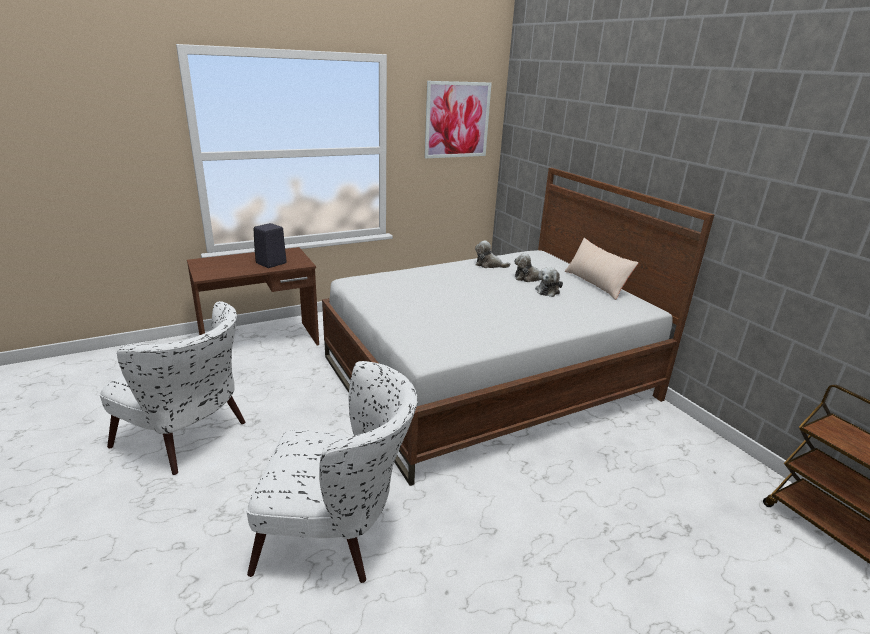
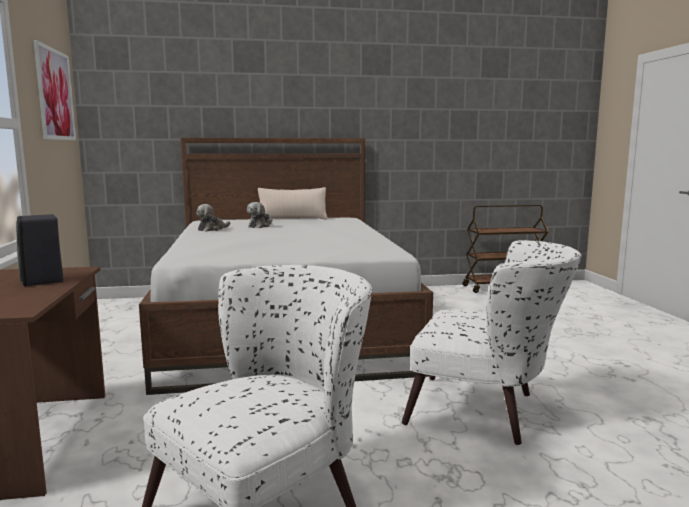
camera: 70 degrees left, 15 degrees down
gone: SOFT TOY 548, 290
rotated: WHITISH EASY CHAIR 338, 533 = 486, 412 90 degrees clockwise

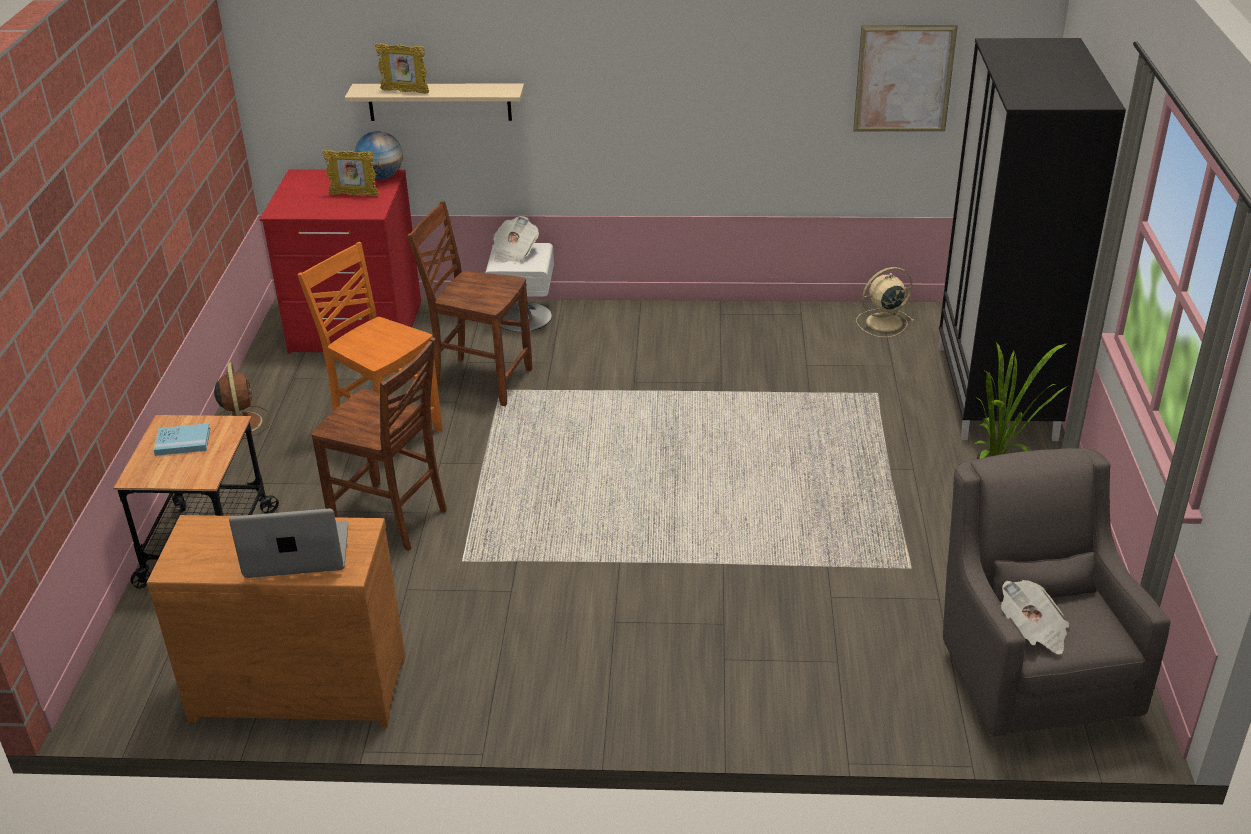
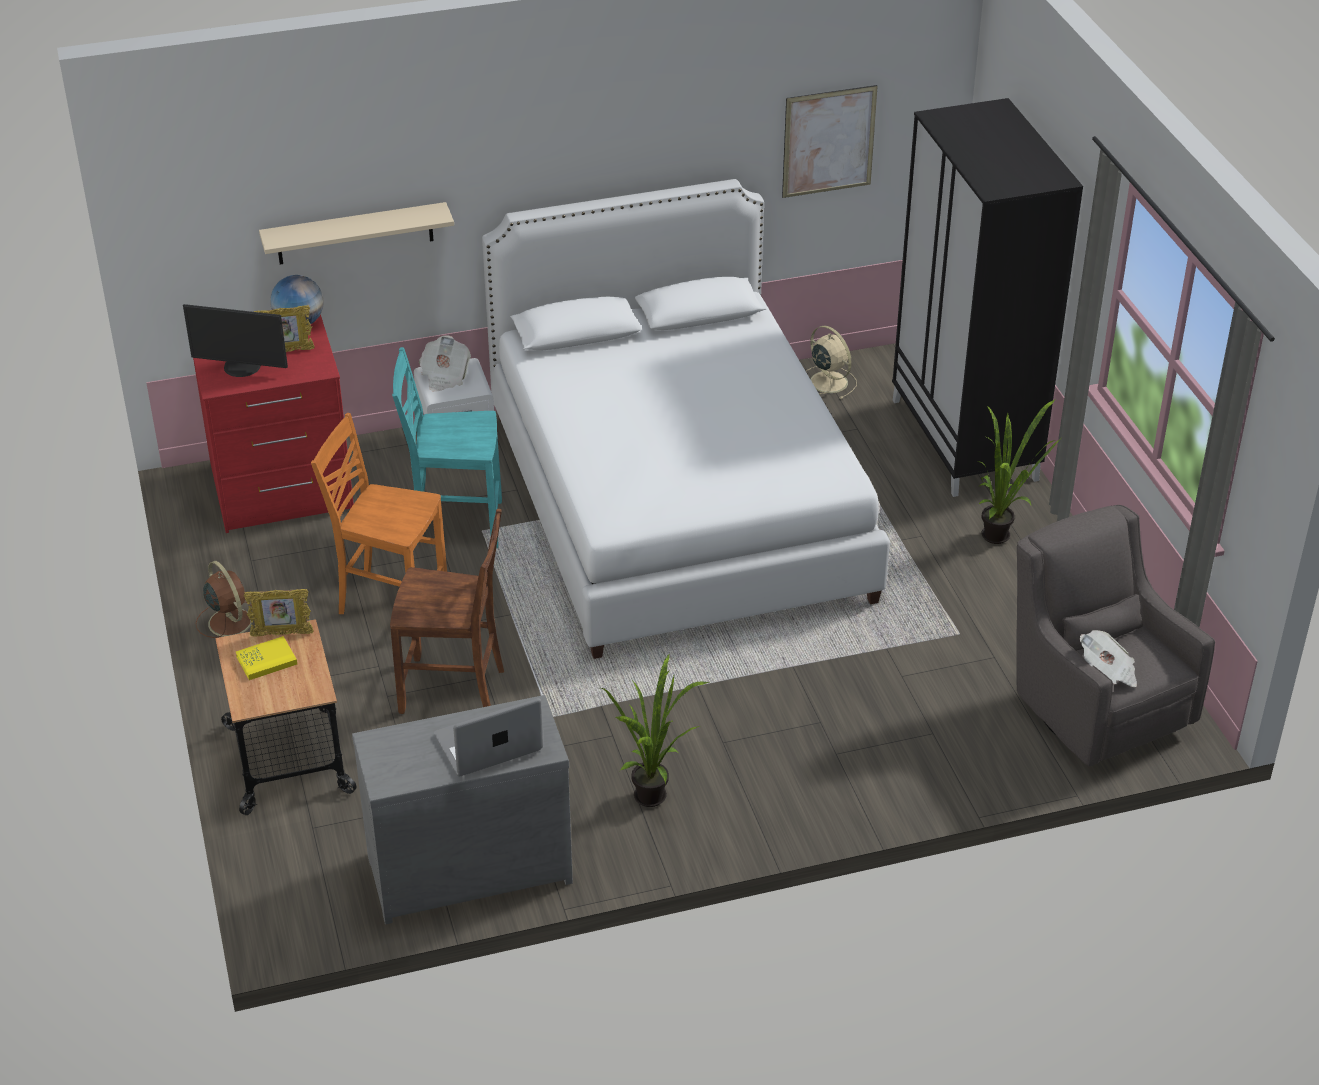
camera: 20 degrees left, 5 degrees up
new: COMPUTER DISPLAY 241, 367; WHITISH BEDROOM BED 677, 505; HOUSEPLANT 656, 801
shifted: PHOTO FRAME 405, 92 to 282, 634
repainted: BROWN DRESSER 299, 684 to GREY DRESSER 467, 866; BLUE BOOK 182, 442 to YELLOWISH BOOK 266, 660; BROWN UPRIGHT CHAIR 481, 380 to BLUE-GREEN UPRIGHT CHAIR 455, 523
rotated: BEIGE FAN 882, 322 = 827, 381 90 degrees clockwise

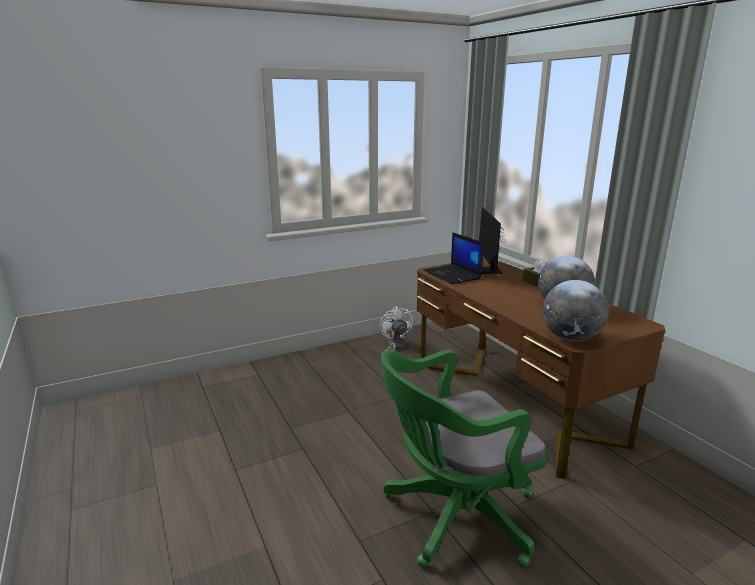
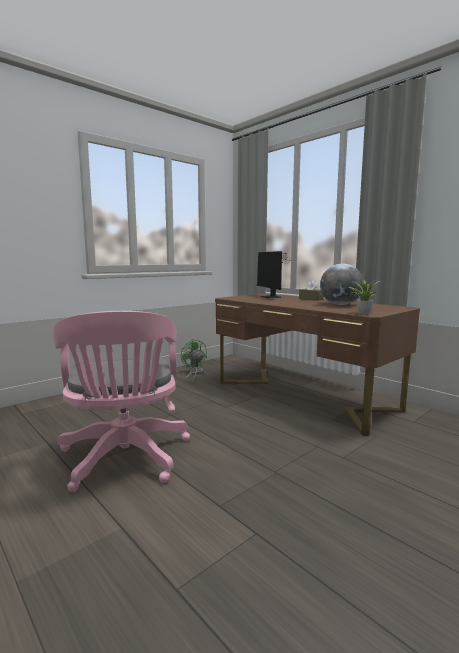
camera: 15 degrees left, 10 degrees down
gone: GREENISH COMPUTER CHAIR 453, 516; PORTABLE COMPUTER 453, 275
new: PINK-COLOURED COMPUTER CHAIR 125, 459
swapped: GLOBE 570, 338 to HOUSEPLANT 362, 313
repainted: WHITISH FAN 395, 347 to GREENISH FAN 194, 373

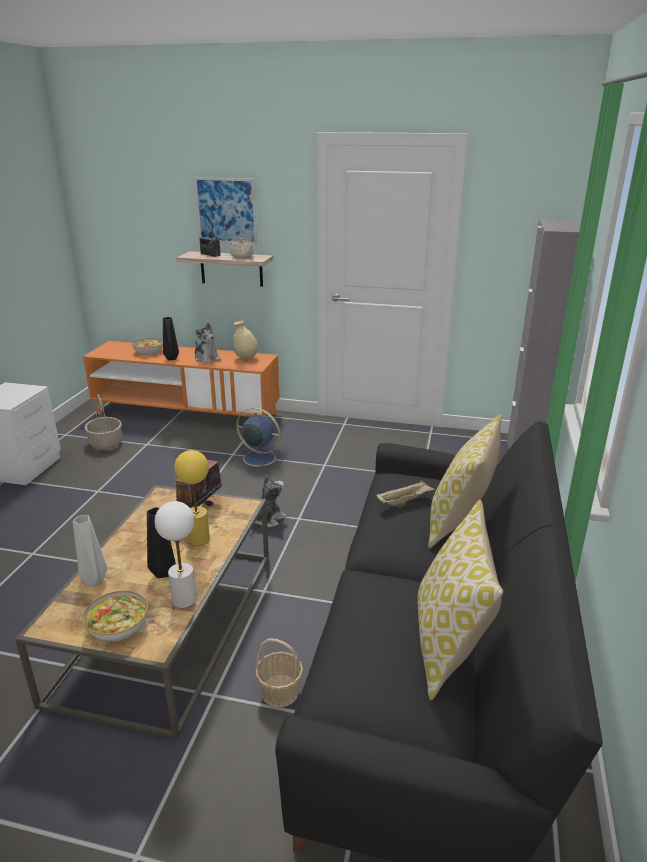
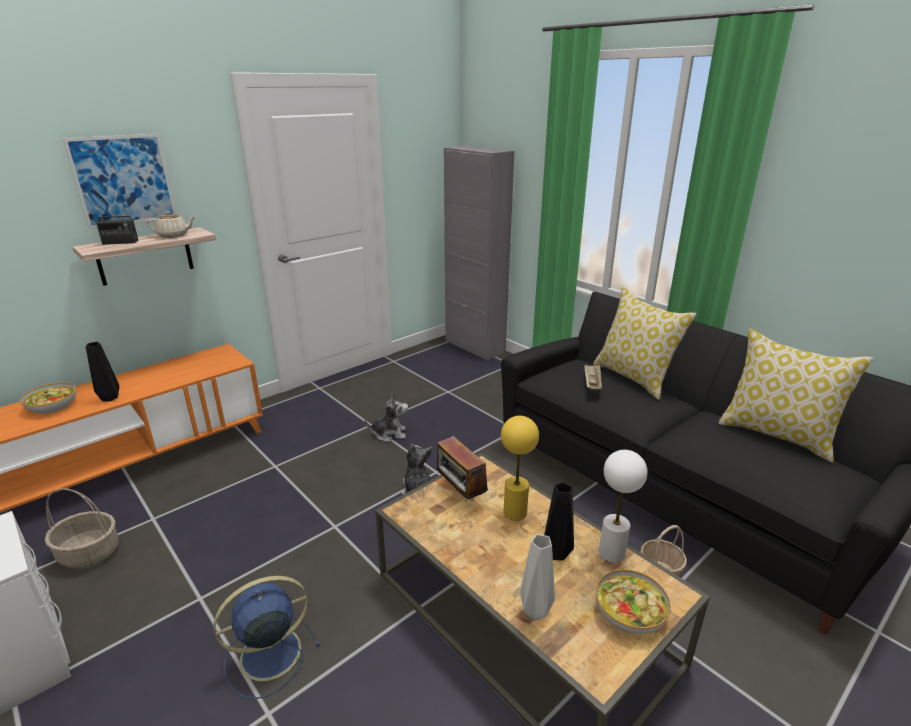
camera: 55 degrees left, 0 degrees up
gone: BEIGE FLOWER VASE 246, 358
shifted: SOFT TOY 207, 359 to 389, 434; BLUE FAN 258, 458 to 268, 655

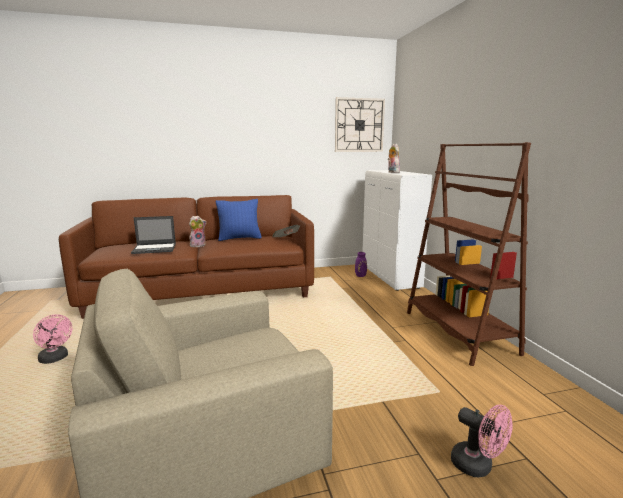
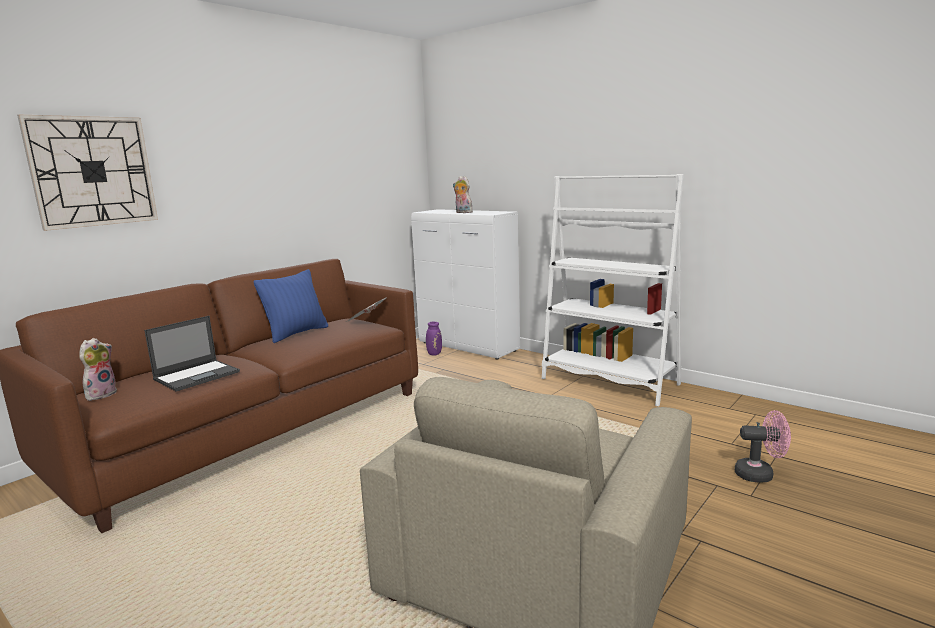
camera: 35 degrees left, 0 degrees up
gone: PINK-COLOURED FAN 55, 359
shifted: SOFT TOY 198, 245 to 101, 394; HANGING CLOCK 359, 125 to 92, 171
repainted: BROWN BOOKCASE 458, 332 to WHITISH BOOKCASE 609, 382

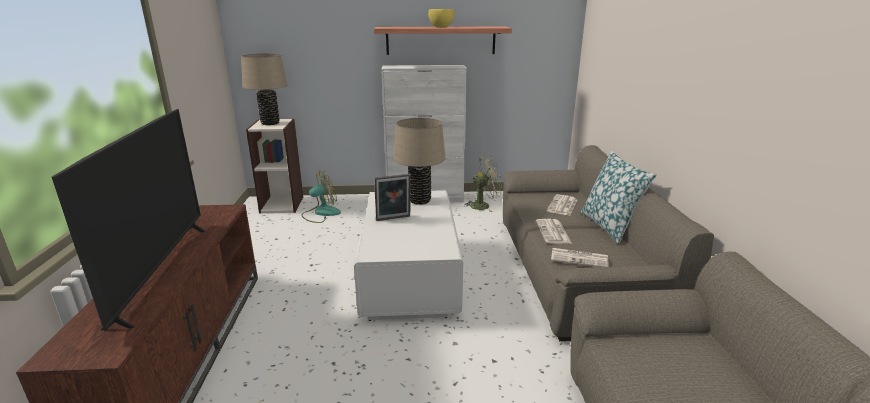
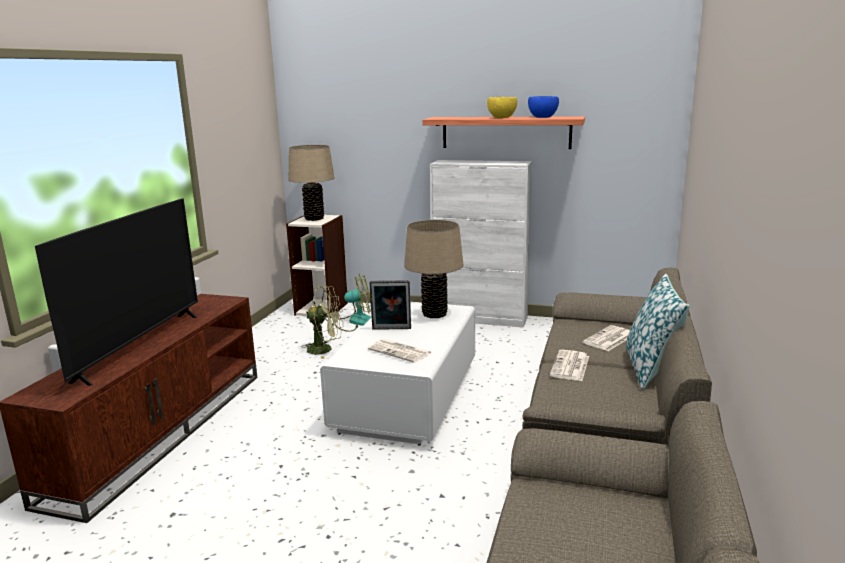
camera: 20 degrees right, 5 degrees down
new: BLUE DEEP DISH 543, 117
shifted: GREENISH FAN 483, 205 to 325, 349; NEWSPAPER 580, 258 to 400, 351

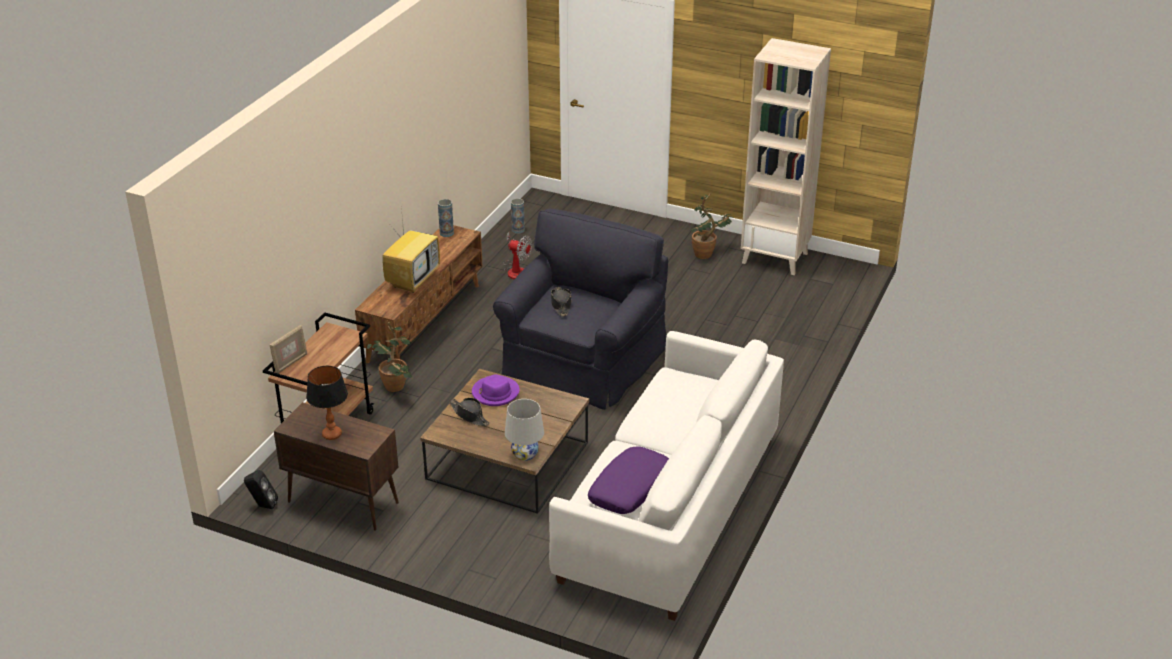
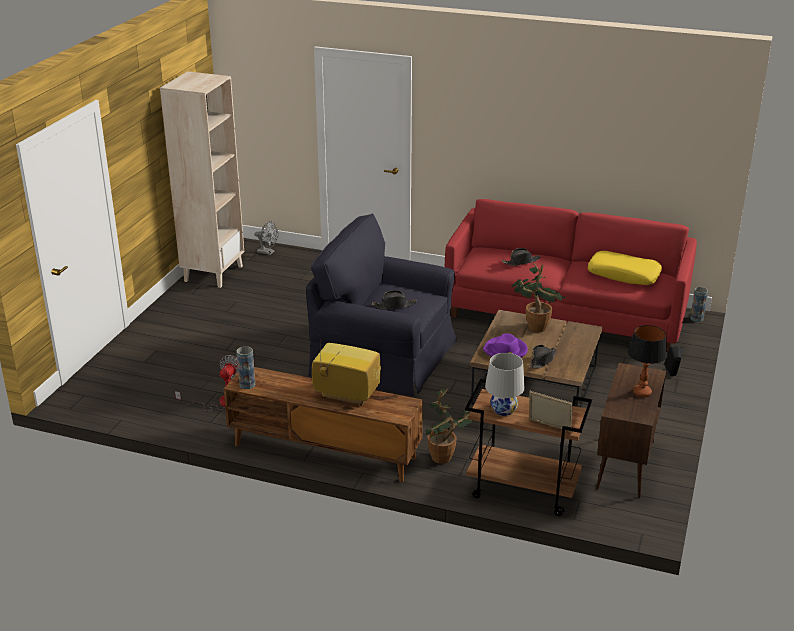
camera: 95 degrees left, 5 degrees down
new: GREY FAN 268, 252; BLACK CLOTHING HAT 521, 262
shifted: BLACK SPEAKER 262, 506 to 672, 375; WHITISH TABLE LAMP 524, 454 to 503, 410; FLOWER VASE 518, 230 to 696, 318; HOUSEPLANT 707, 253 to 535, 325
repainted: WHITISH SOFA 670, 508 to RED-COLOURED SOFA 565, 313; PURPLISH PILLOW 630, 489 to YELLOWISH PILLOW 624, 275

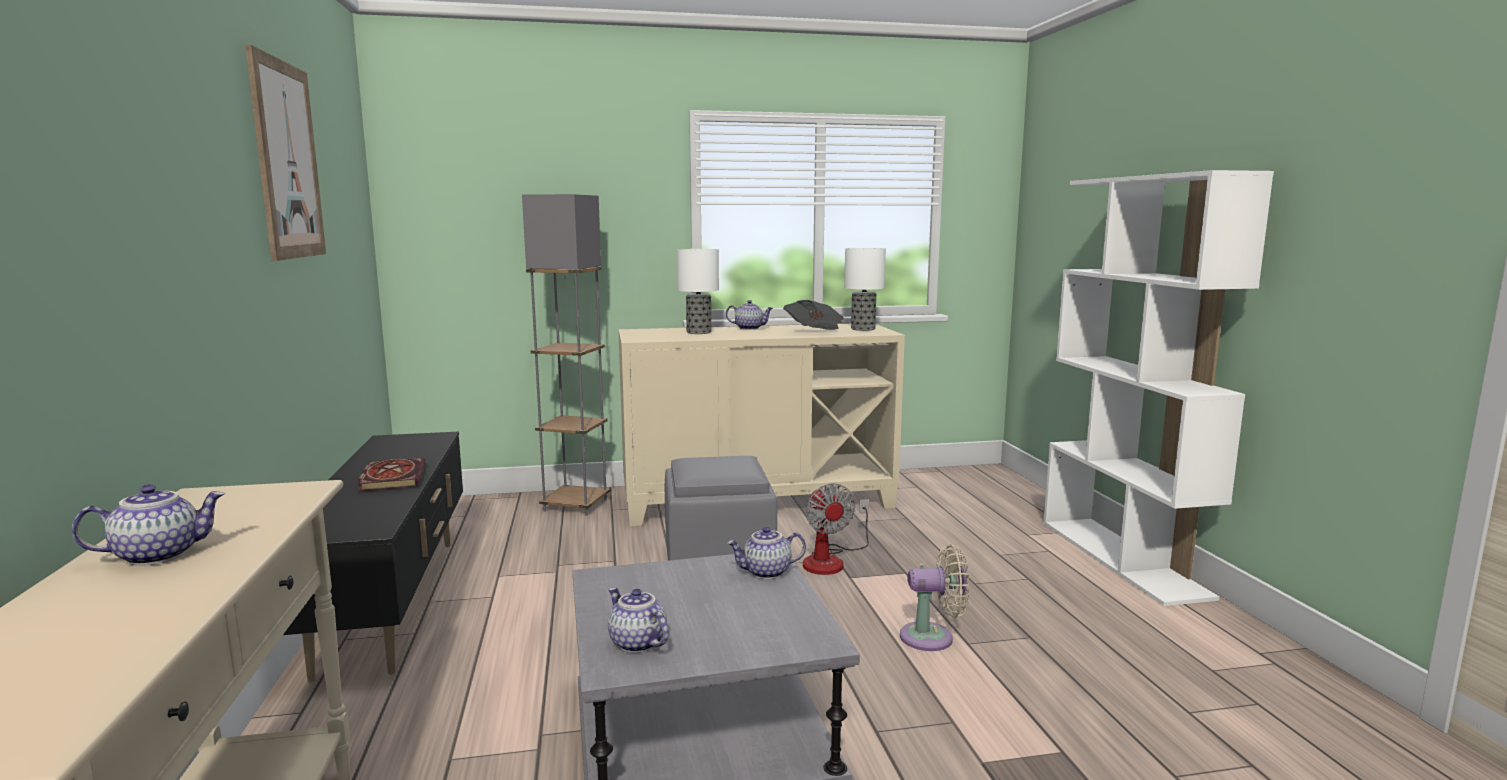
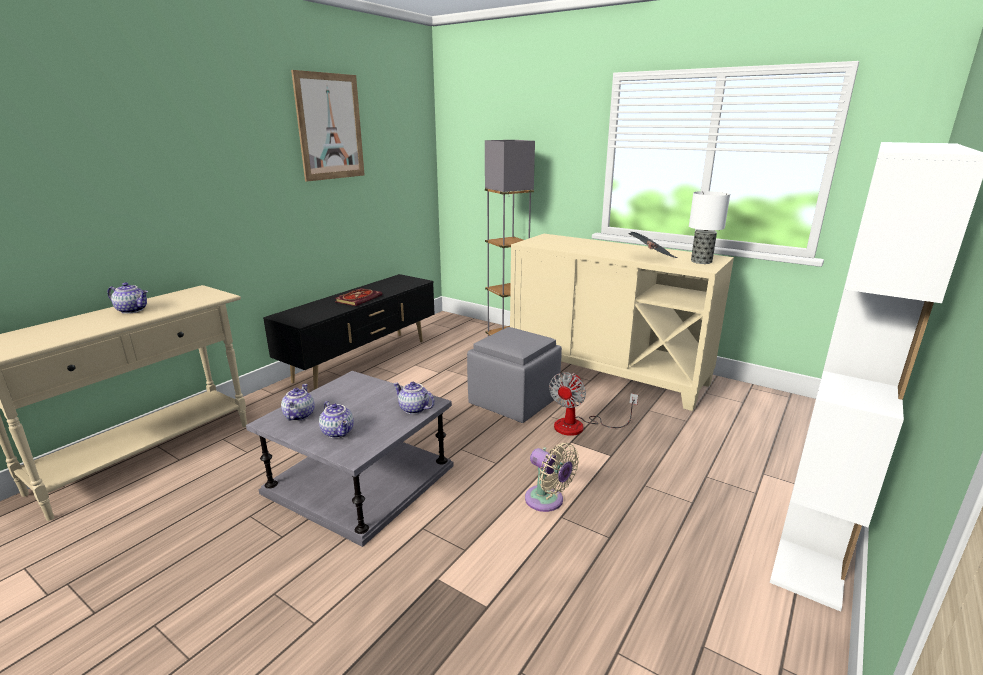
camera: 45 degrees right, 10 degrees up
gone: TABLE LAMP 698, 332
shifted: TEA POT 749, 328 to 338, 432

